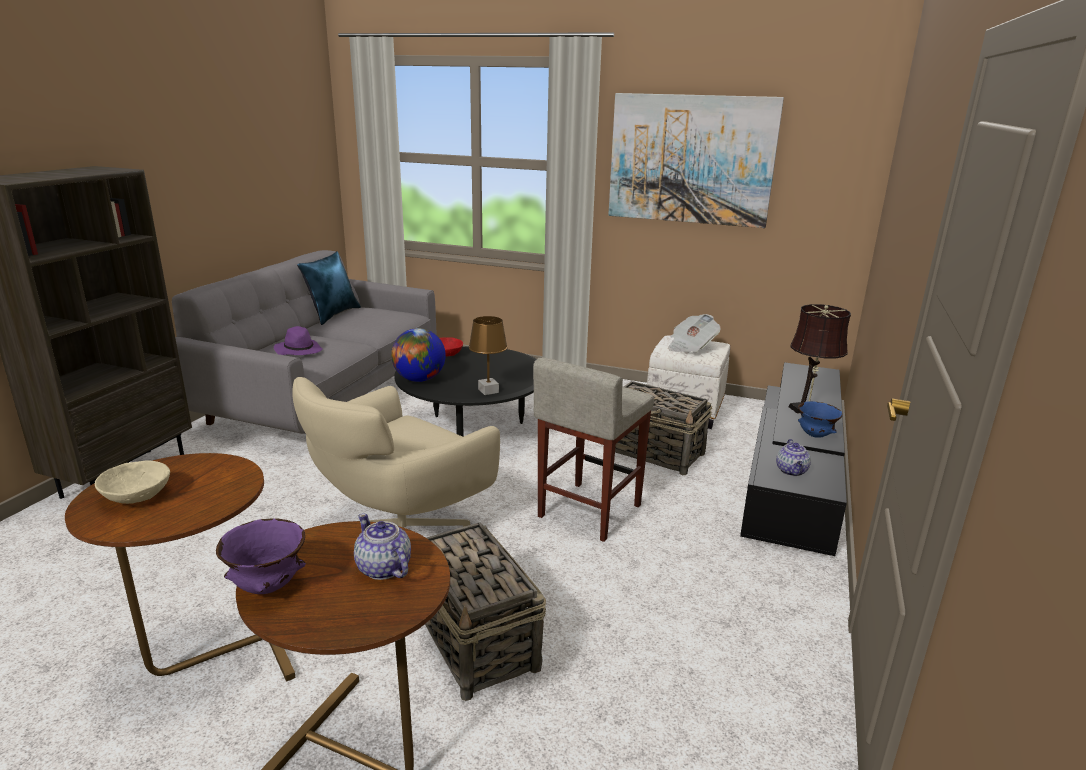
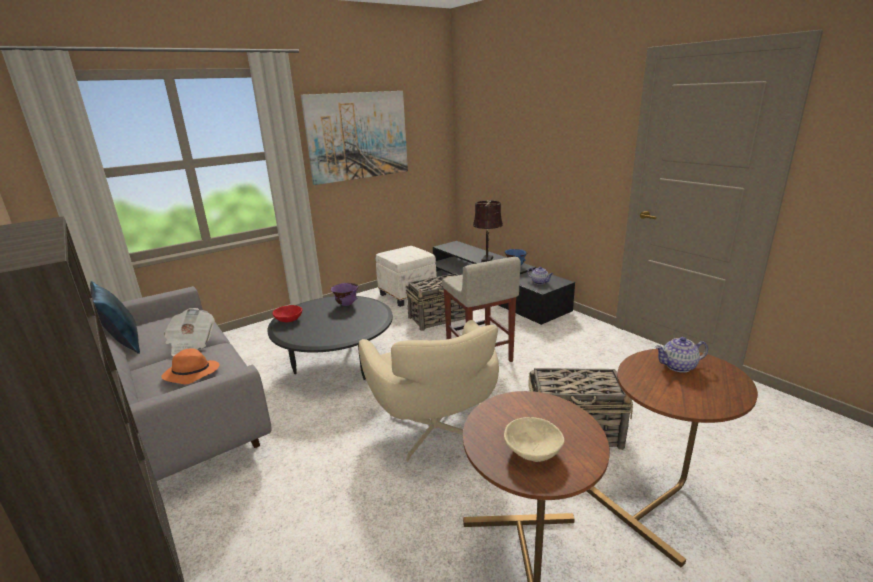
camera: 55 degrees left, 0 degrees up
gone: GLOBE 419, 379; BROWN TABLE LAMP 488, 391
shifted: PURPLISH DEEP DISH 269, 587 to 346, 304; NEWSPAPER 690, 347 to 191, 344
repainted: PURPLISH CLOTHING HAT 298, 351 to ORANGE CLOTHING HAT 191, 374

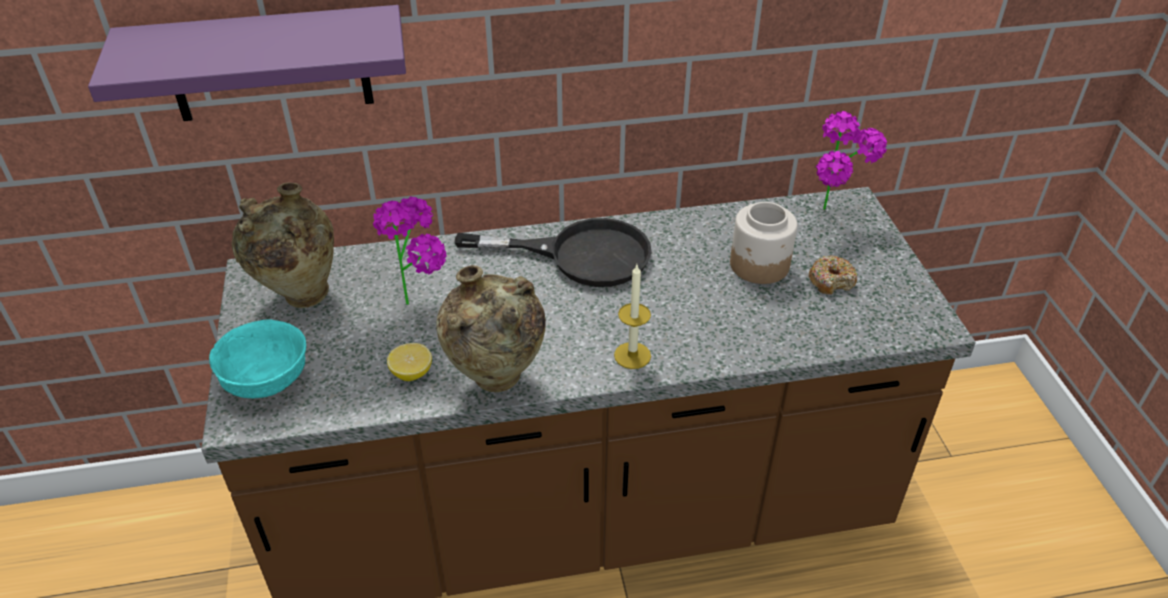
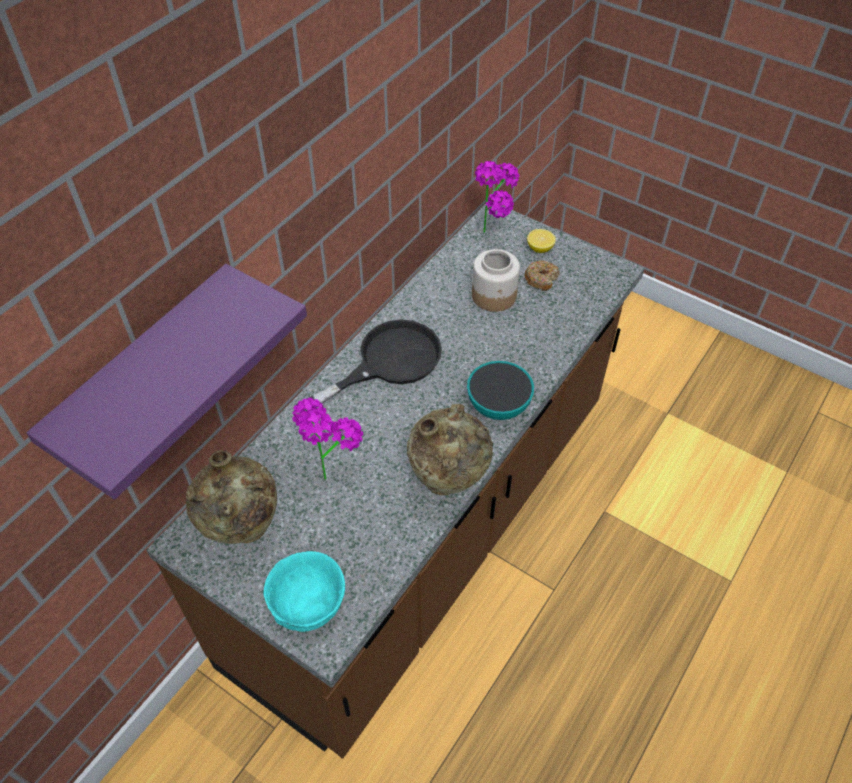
camera: 45 degrees left, 10 degrees up
shifted: WHOLE LEMON 411, 373 to 539, 248
swapped: CANDLE 632, 355 to DEEP DISH 498, 406

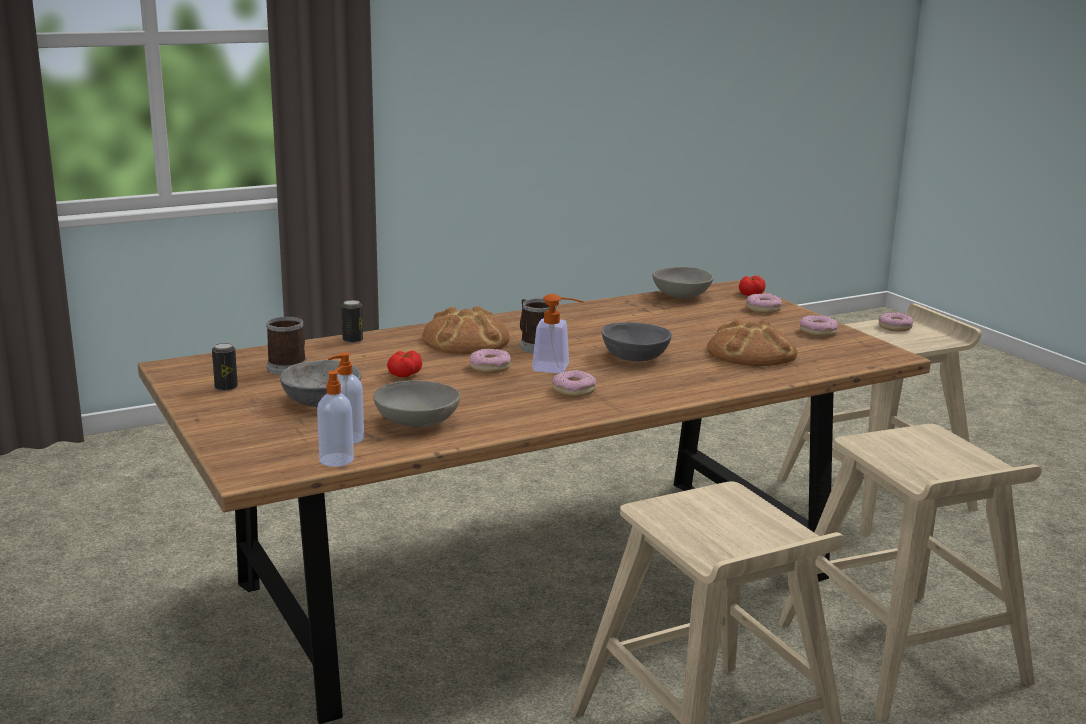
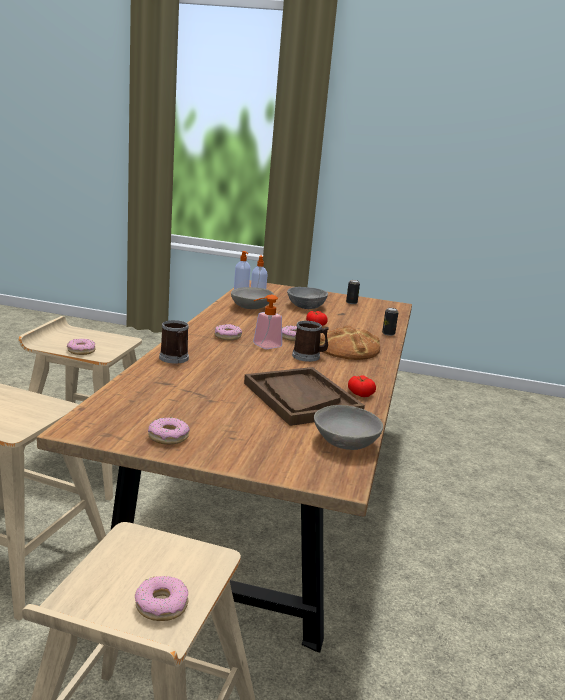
camera: 130 degrees right, 0 degrees up
gone: GREY DEEP DISH 634, 357; BREAD 750, 352
new: BROWN TRAY 301, 398
shifted: MUG 290, 366 to 175, 359; TOMATO 751, 294 to 360, 393; RING DOUGHNUT 763, 309 to 81, 351

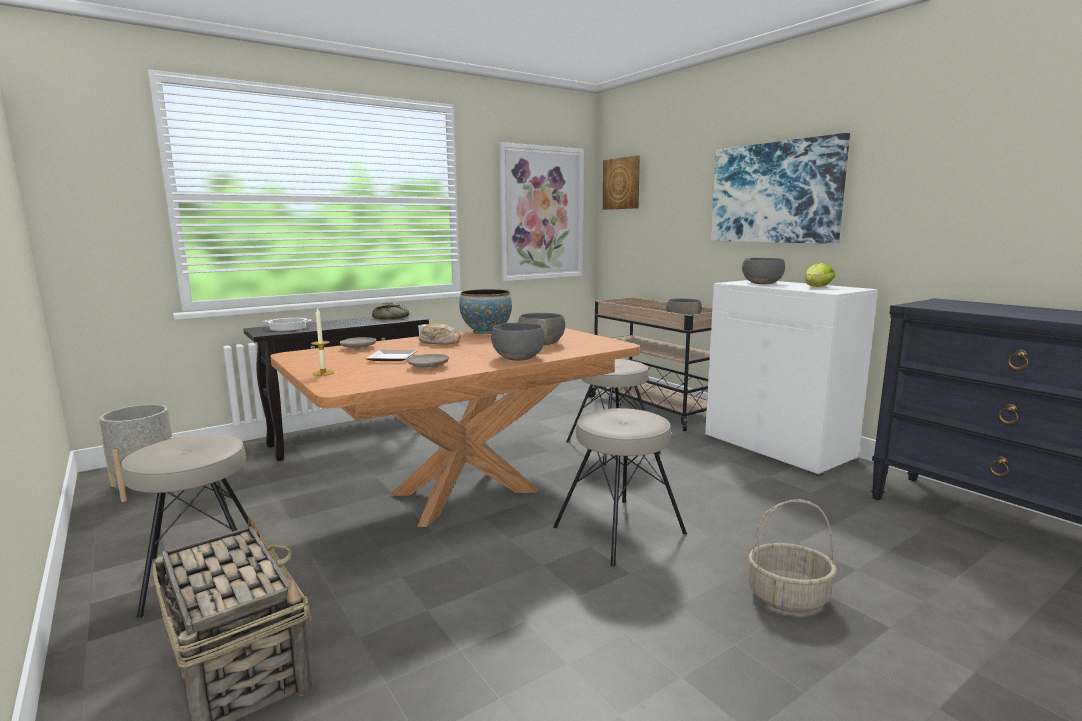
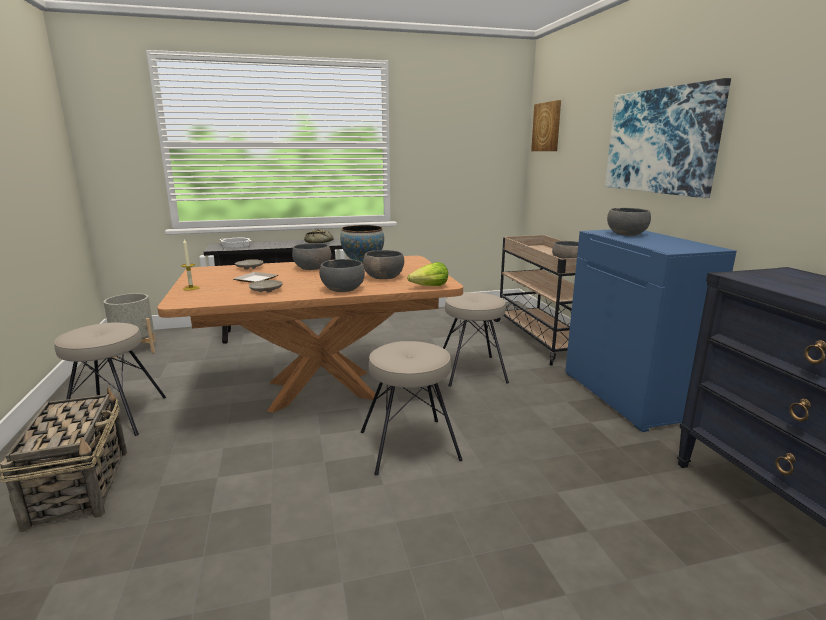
camera: 20 degrees right, 5 degrees up
gone: WALL ART 541, 213; STORAGE BASKET 787, 597
shifted: LETTUCE HEAD 817, 287 to 430, 287
swapped: BREAD 440, 342 to GREY DEEP DISH 312, 268
repainted: WHITISH CUPBOARD 778, 448 to BLUE CUPBOARD 628, 396

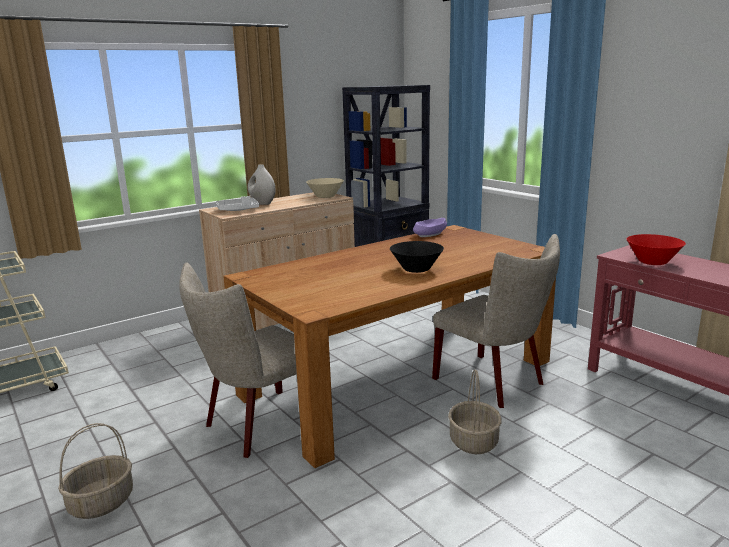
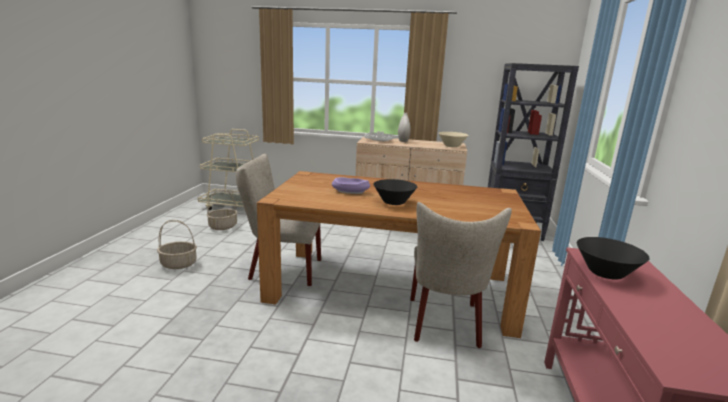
camera: 45 degrees right, 0 degrees up
shifted: PURPLISH DEEP DISH 430, 234 to 350, 191; STORAGE BASKET 473, 441 to 223, 226
repainted: RED-COLOURED DEEP DISH 652, 262 to BLACK DEEP DISH 606, 273

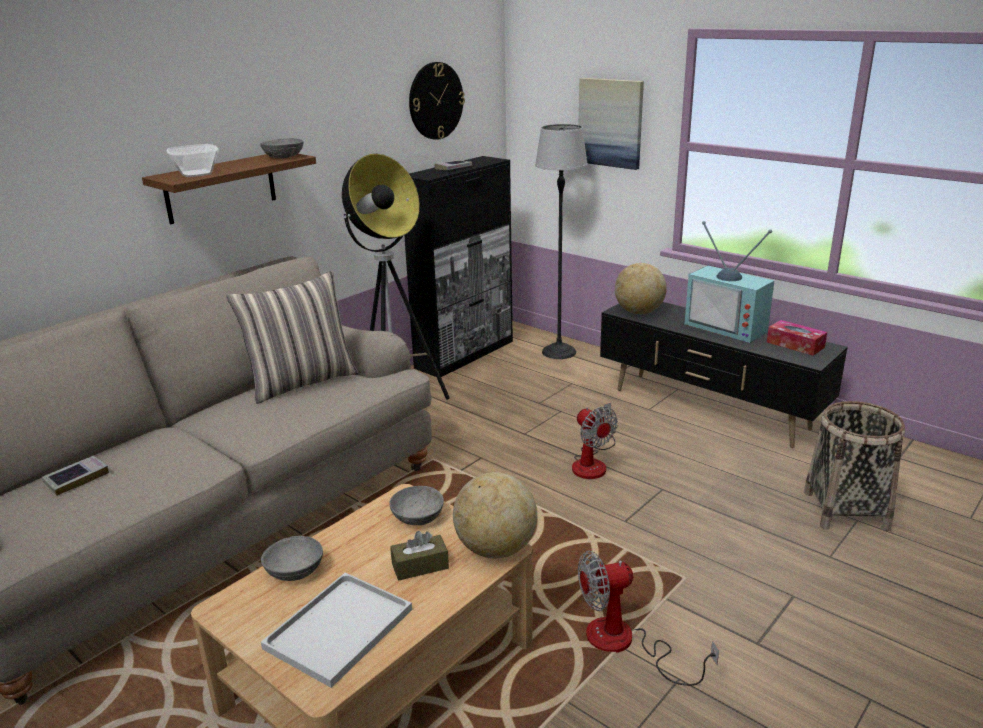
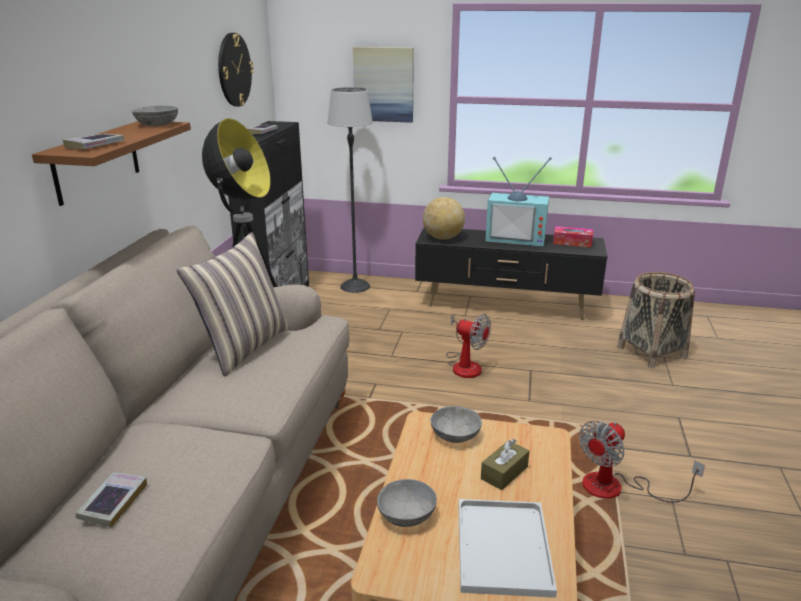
camera: 30 degrees left, 0 degrees up
gone: GLOBE 496, 549
swapped: DEEP DISH 196, 174 to BOOK 95, 145

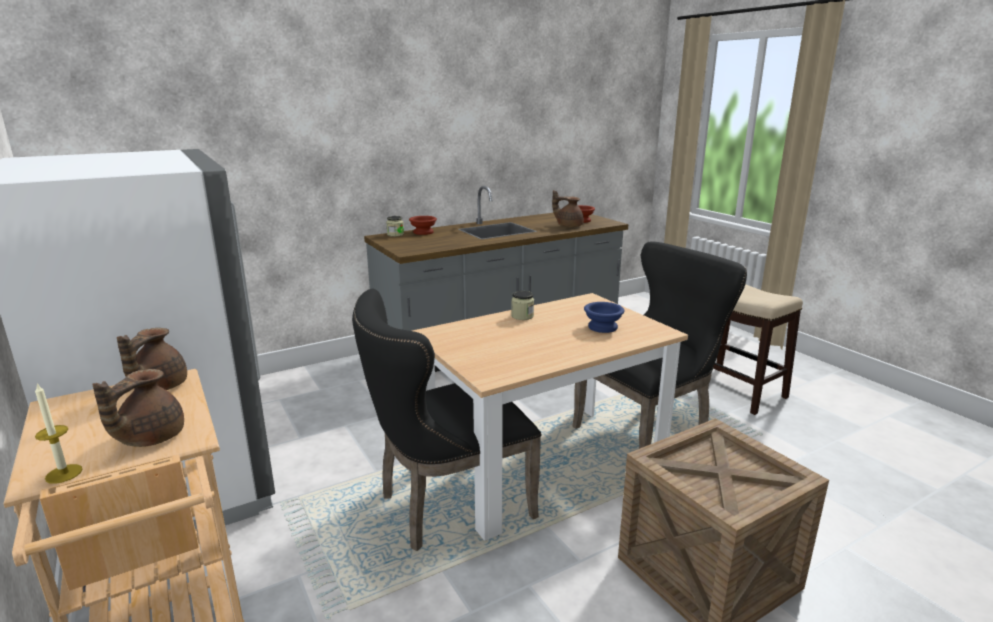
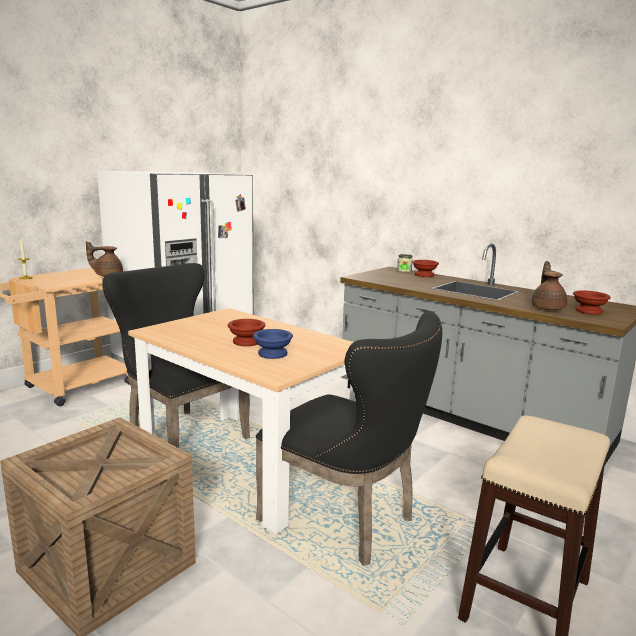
camera: 70 degrees right, 5 degrees down
gone: BROWN TEA POT 149, 438; STORAGE JAR 522, 316
new: BROWN DEEP DISH 246, 342

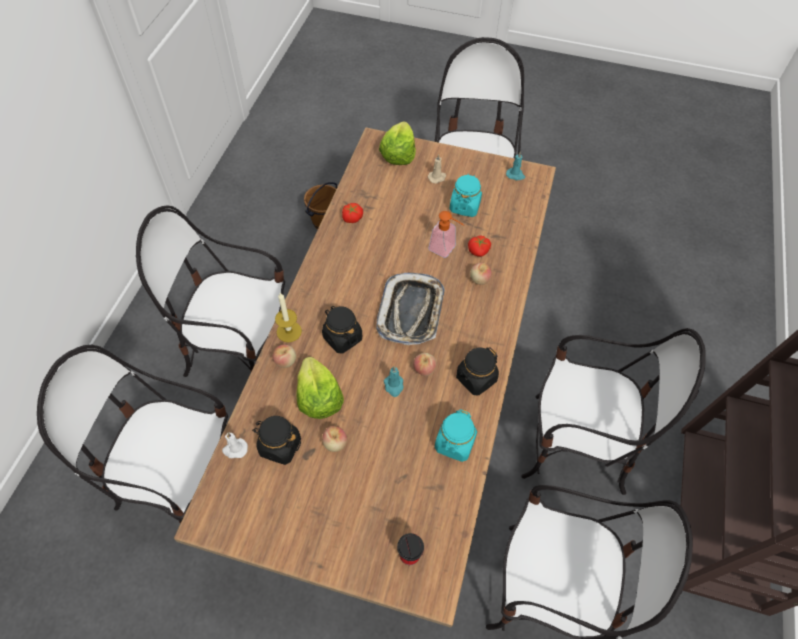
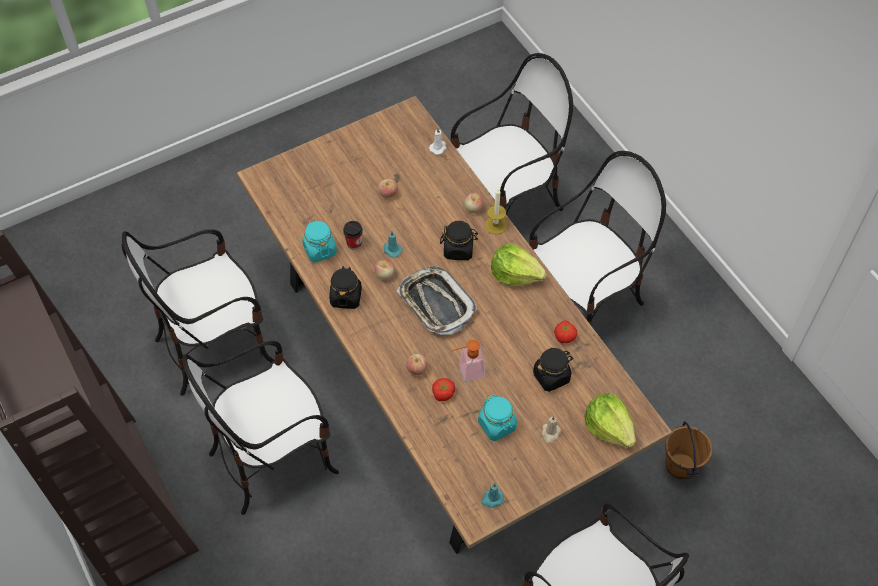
camera: 135 degrees right, 0 degrees up
shifted: BLACK STORAGE JAR 280, 446 to 551, 376; LETTUCE HEAD 318, 398 to 515, 274; SMALL CUP 409, 555 to 354, 243

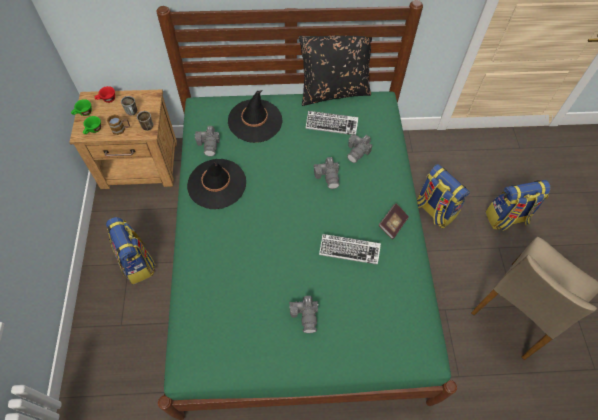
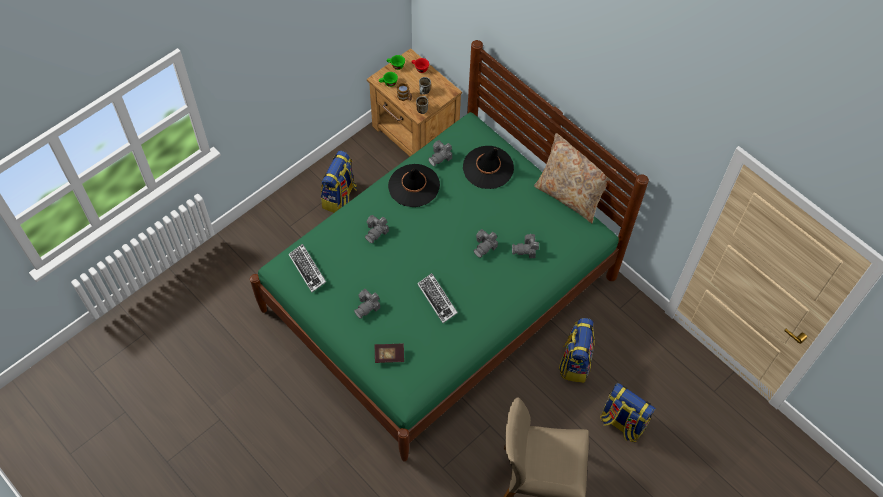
camera: 50 degrees right, 0 degrees up
new: STILL CAMERA 376, 232
shifted: PC KEYBOARD 331, 125 to 307, 269; BOOK 392, 224 to 389, 356
repainted: BLACK PILLOW 334, 91 to BEIGE PILLOW 570, 196

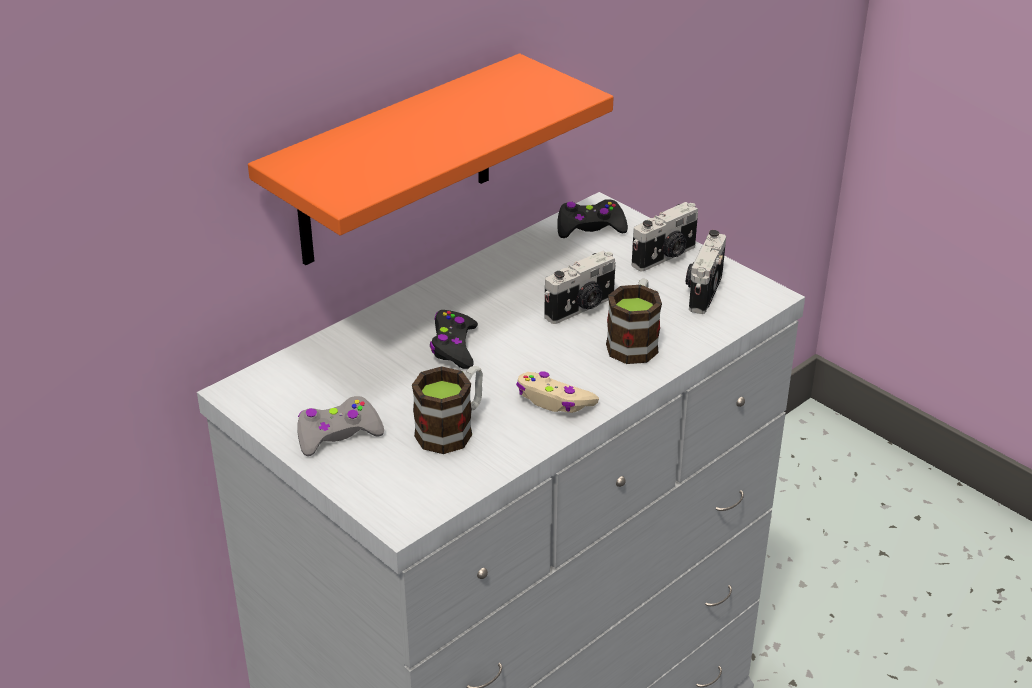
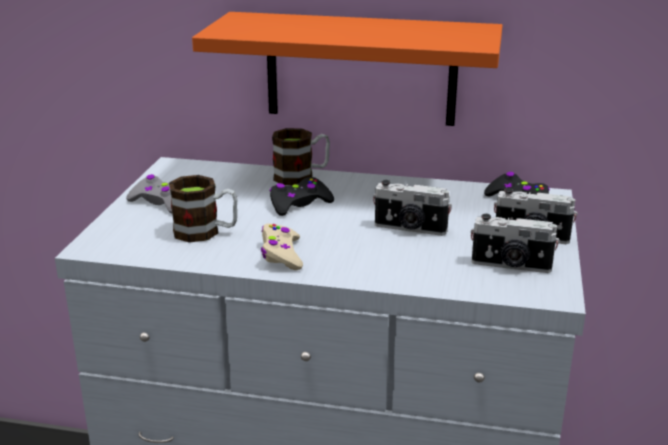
camera: 55 degrees right, 10 degrees down
shifted: MUG 634, 341 to 301, 176
rotated: STILL CAMERA 703, 291 = 511, 266 150 degrees counterclockwise

